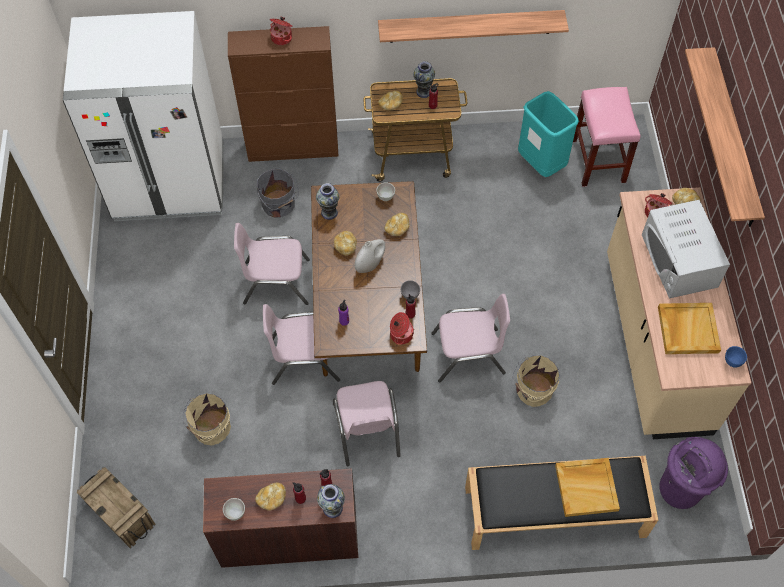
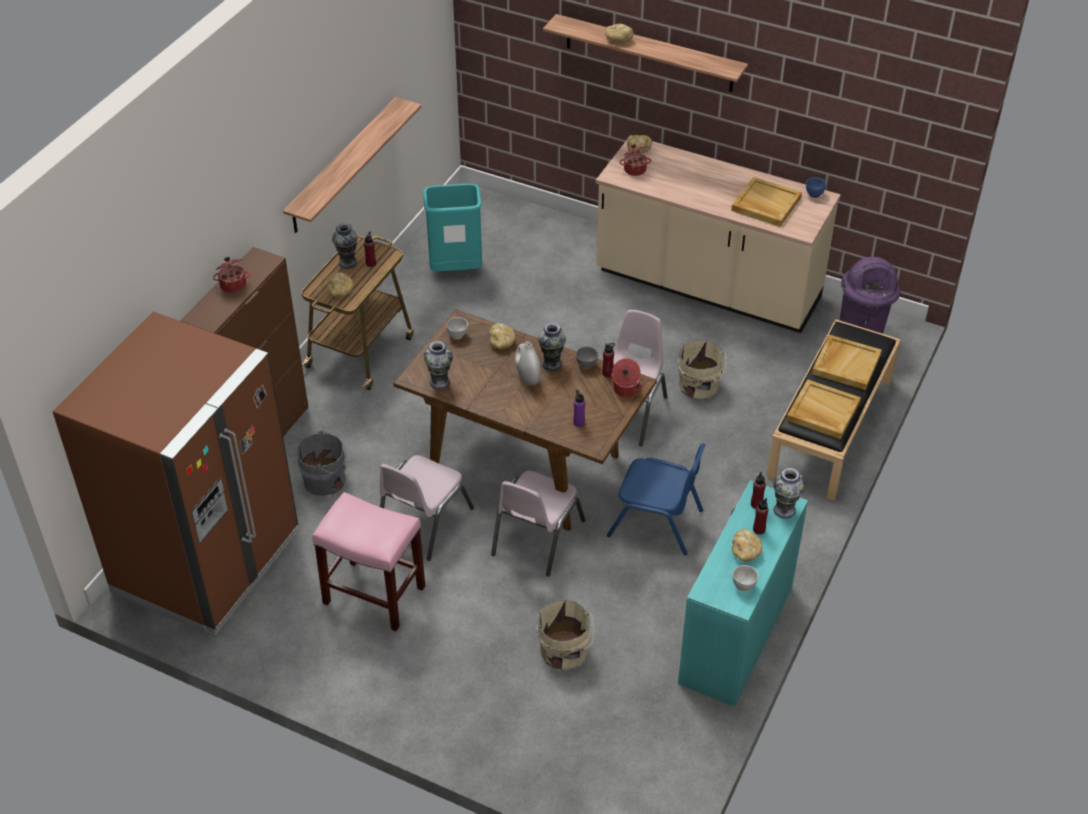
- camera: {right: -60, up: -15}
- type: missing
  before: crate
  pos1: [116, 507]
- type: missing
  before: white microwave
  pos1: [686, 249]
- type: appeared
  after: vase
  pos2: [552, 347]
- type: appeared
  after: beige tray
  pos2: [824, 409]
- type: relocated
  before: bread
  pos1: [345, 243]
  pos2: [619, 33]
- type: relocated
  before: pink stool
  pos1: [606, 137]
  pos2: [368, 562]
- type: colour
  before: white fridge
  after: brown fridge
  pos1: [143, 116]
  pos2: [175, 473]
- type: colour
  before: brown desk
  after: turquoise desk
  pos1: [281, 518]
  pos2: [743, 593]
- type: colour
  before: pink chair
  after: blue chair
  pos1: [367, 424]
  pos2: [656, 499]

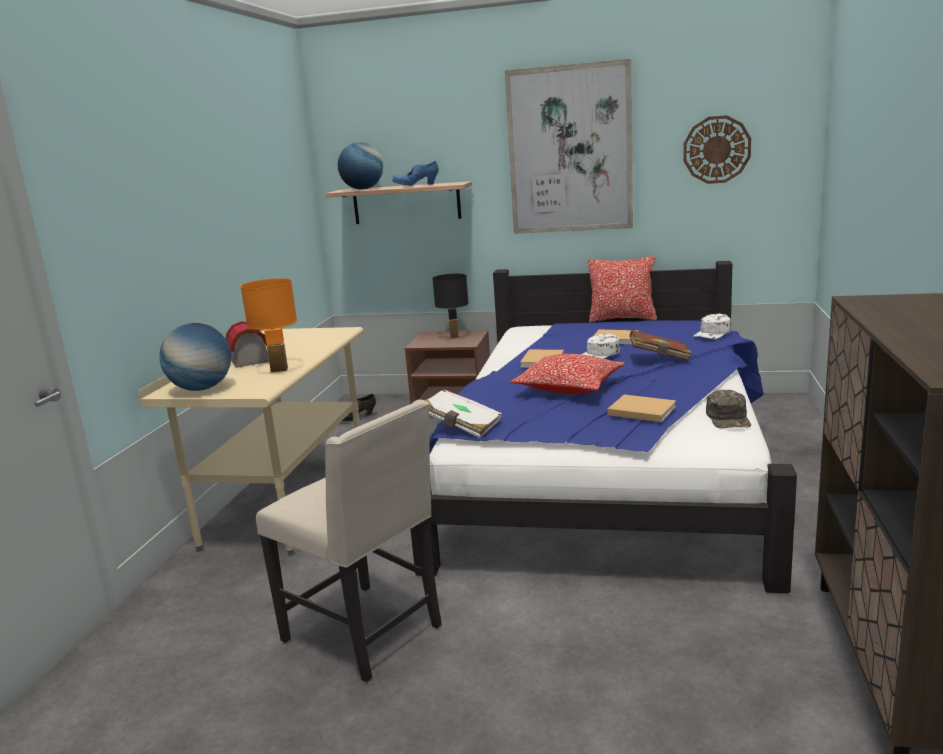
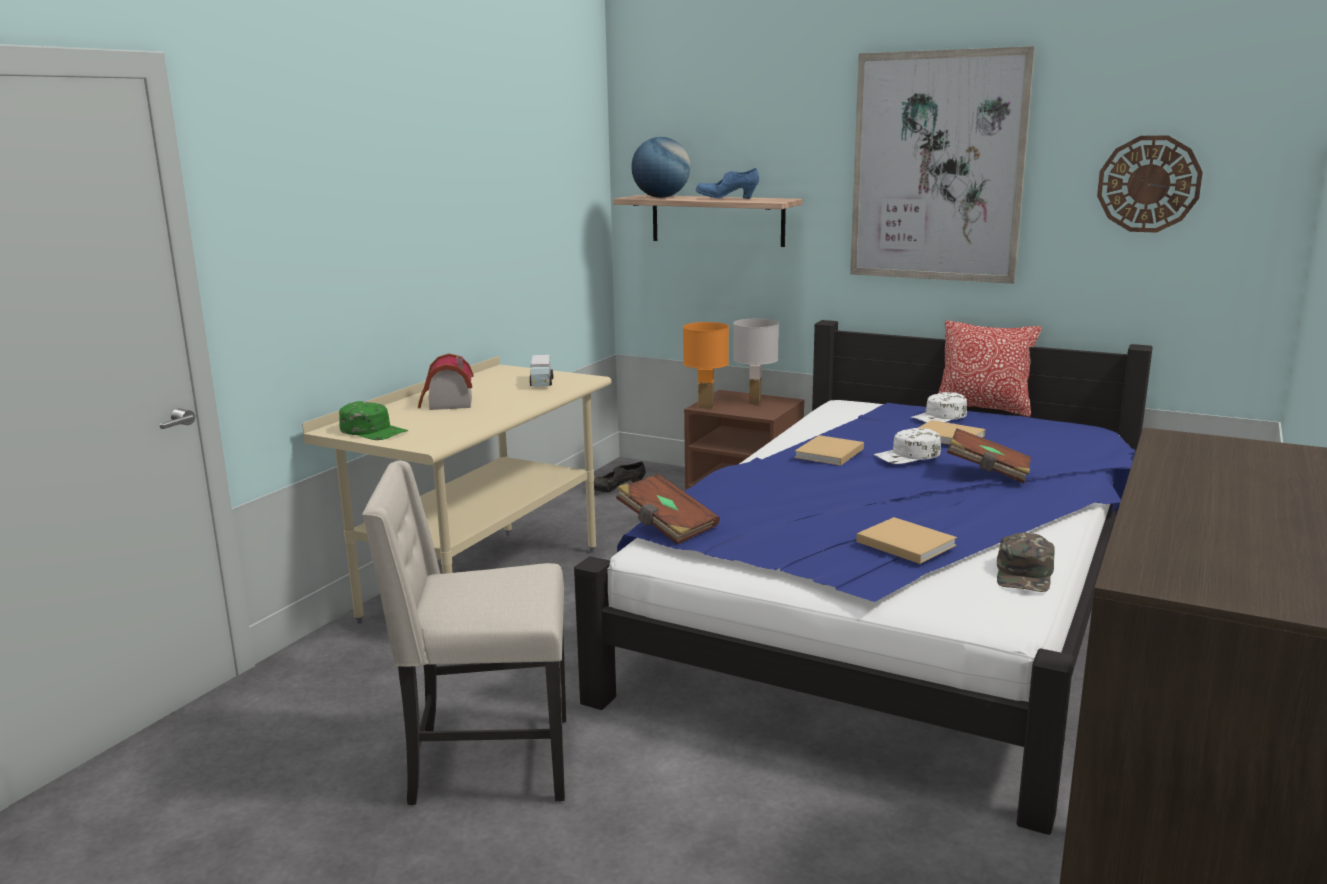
- camera: {right: 15, up: 0}
- type: missing
  before: pillow
  pos1: [567, 374]
- type: appeared
  after: toy truck
  pos2: [541, 371]
- type: relocated
  before: orange table lamp
  pos1: [268, 325]
  pos2: [706, 365]
- type: relocated
  before: white cap
  pos1: [712, 326]
  pos2: [939, 407]
- type: exchanged
  before: globe
  after: green cap
  pos1: [195, 357]
  pos2: [373, 420]
- type: colour
  before: white book
  after: brown book
  pos1: [463, 413]
  pos2: [668, 509]
- type: colour
  before: black table lamp
  after: white table lamp
  pos1: [450, 306]
  pos2: [756, 362]
- type: spun
  before: beige chair
  pos1: [349, 541]
  pos2: [464, 633]
  turn: 120

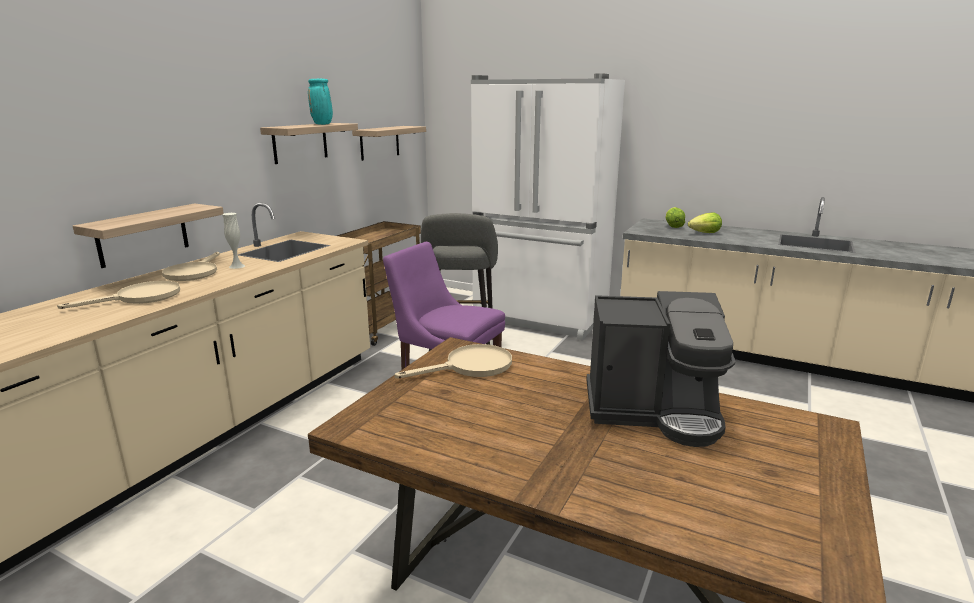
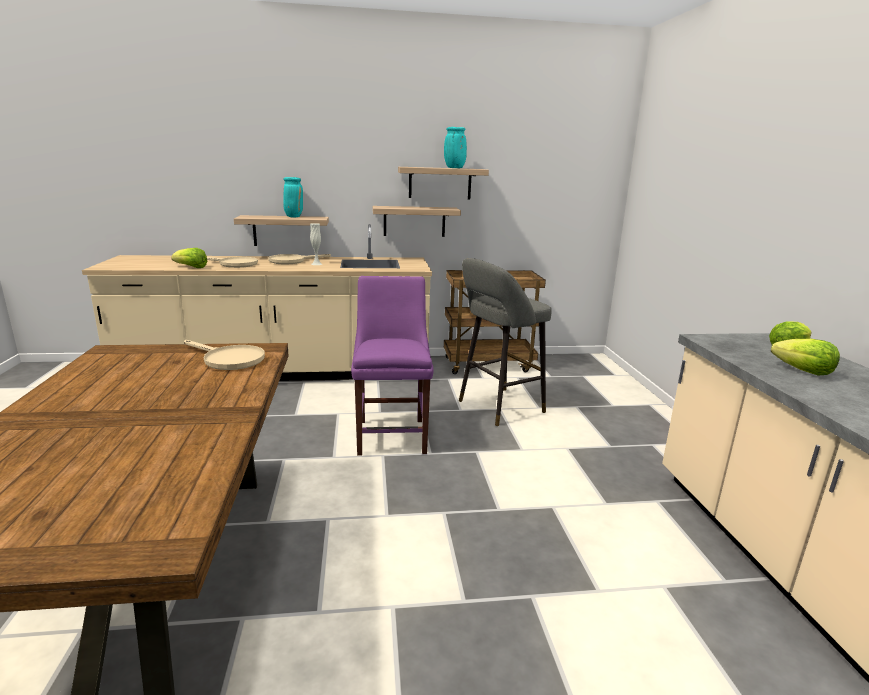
- camera: {right: 55, up: 0}
- type: missing
  before: white fridge
  pos1: [548, 206]
- type: missing
  before: coffee machine
  pos1: [661, 369]
- type: appeared
  after: lettuce
  pos2: [189, 258]
- type: appeared
  after: turquoise vase
  pos2: [293, 197]
- type: relocated
  before: shelf
  pos1: [389, 143]
  pos2: [417, 221]

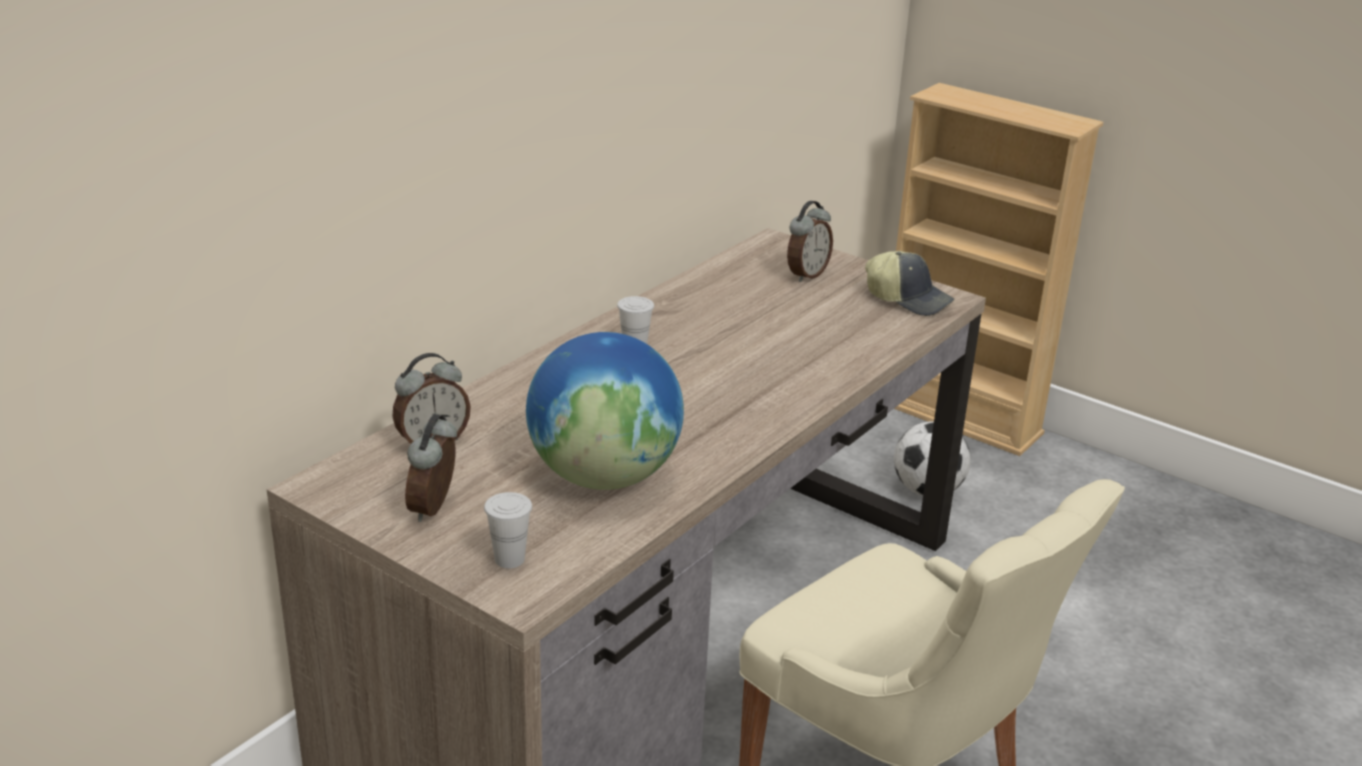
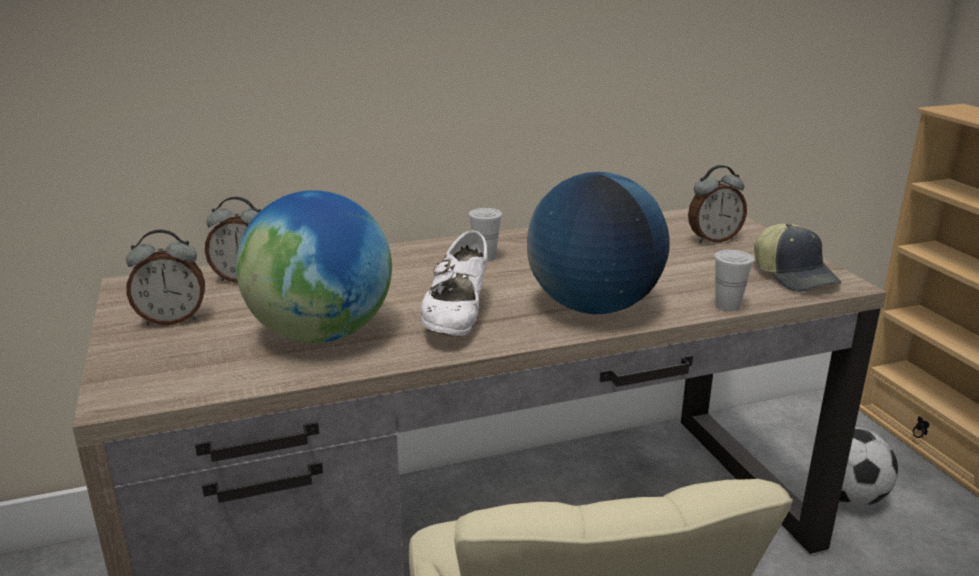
- camera: {right: 35, up: -5}
- type: appeared
  after: white shoe
  pos2: [454, 283]
- type: appeared
  after: globe
  pos2: [598, 243]
- type: relocated
  before: white cup
  pos1: [508, 530]
  pos2: [734, 280]
- type: spun
  before: alarm clock
  pos1: [431, 468]
  pos2: [165, 277]
  turn: -150

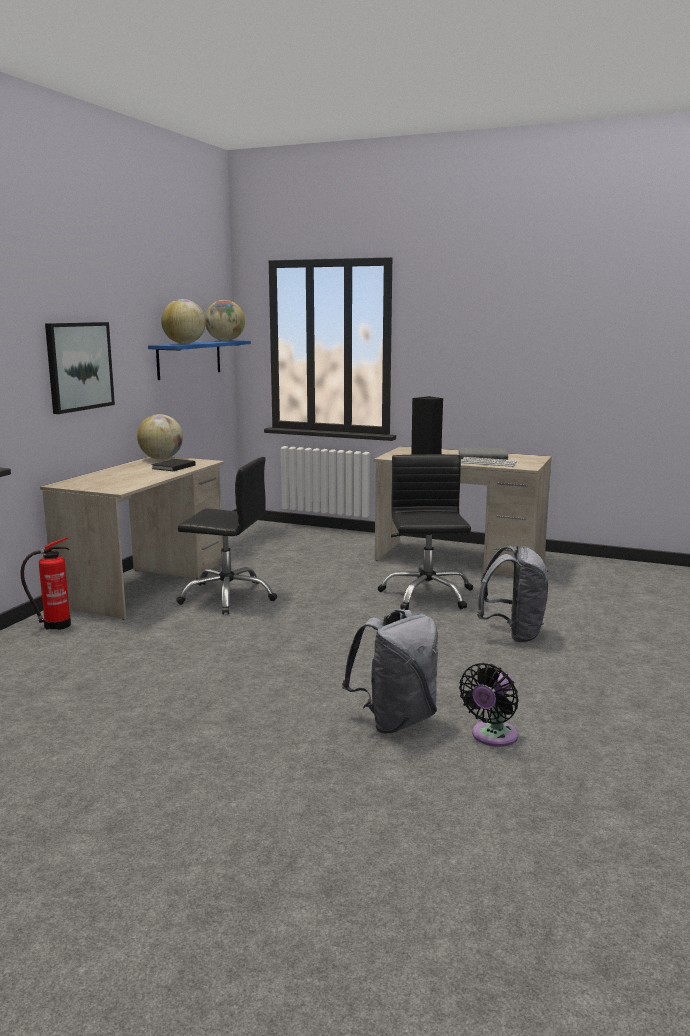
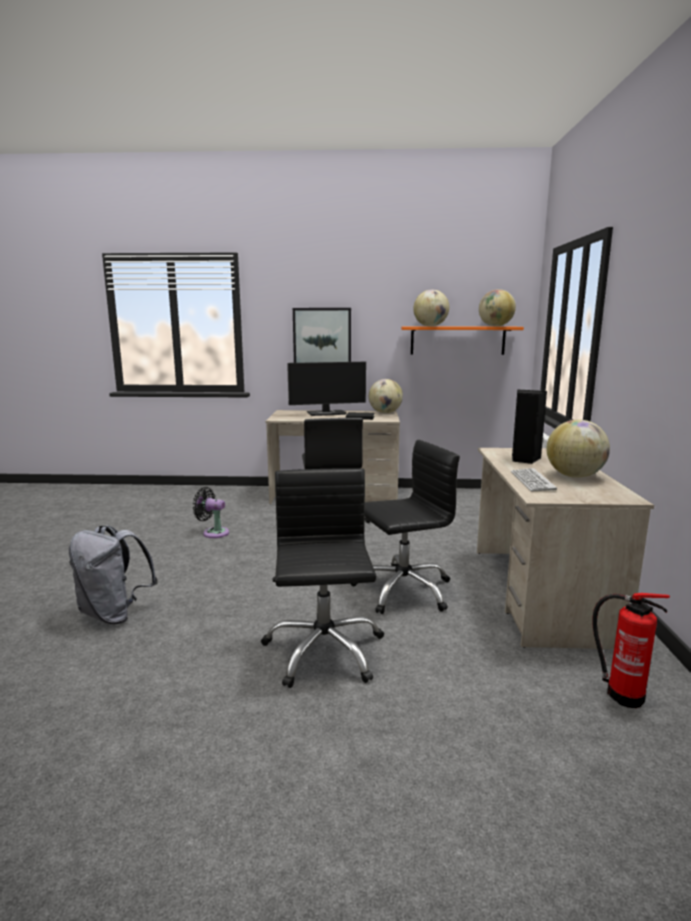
- camera: {right: 70, up: 0}
- type: appeared
  after: monitor
  pos2: [327, 389]
- type: relocated
  before: fire extinguisher
  pos1: [45, 583]
  pos2: [631, 650]
- type: relocated
  before: black fan
  pos1: [489, 705]
  pos2: [211, 512]
- type: exchanged
  before: grey book
  after: globe
  pos1: [483, 453]
  pos2: [578, 448]
- type: exchanged
  before: grey backpack
  after: black office chair
  pos1: [513, 594]
  pos2: [322, 578]
- type: colour
  before: blue shelf
  after: orange shelf
  pos1: [199, 360]
  pos2: [462, 341]

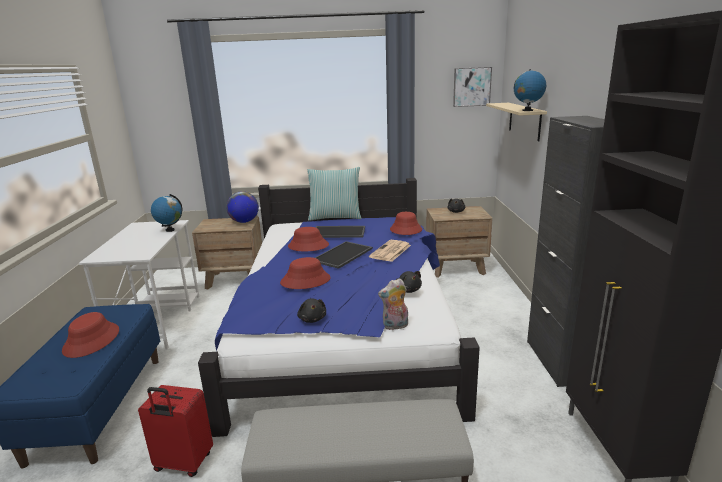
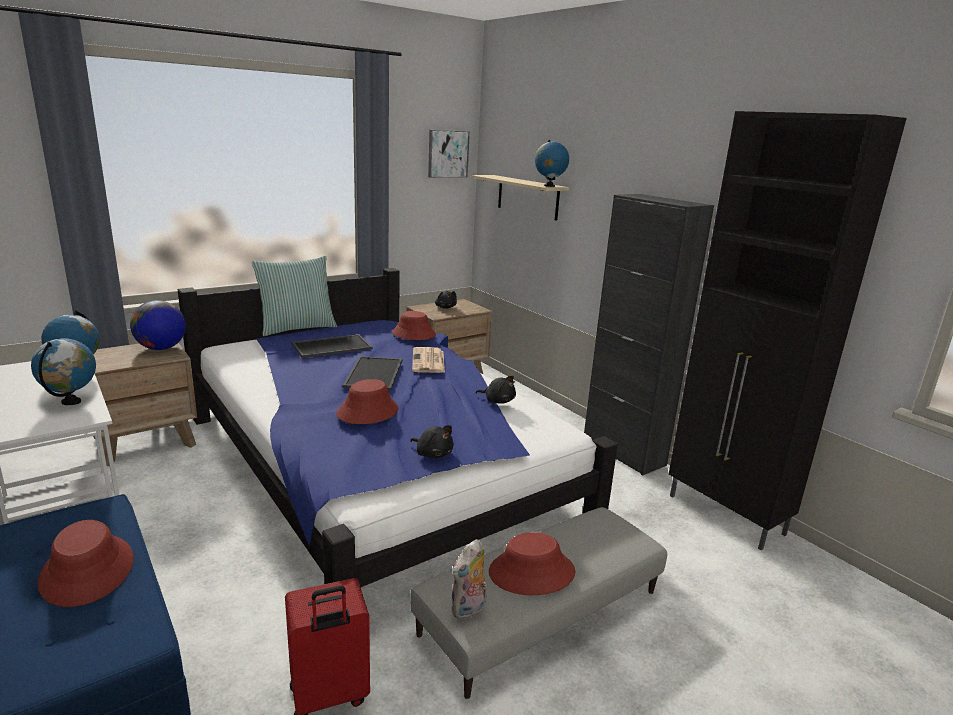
- camera: {right: -35, up: 0}
- type: appeared
  after: globe
  pos2: [63, 371]
- type: relocated
  before: red hat
  pos1: [308, 239]
  pos2: [532, 563]
- type: relocated
  before: plush toy
  pos1: [393, 304]
  pos2: [468, 579]

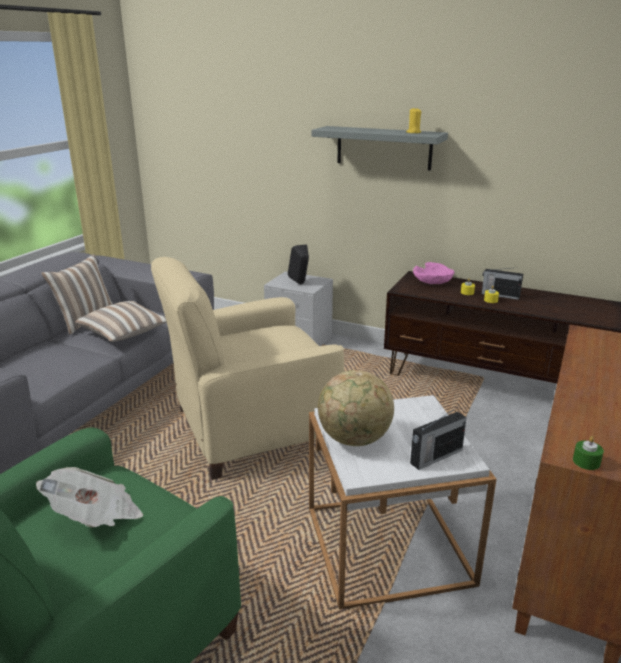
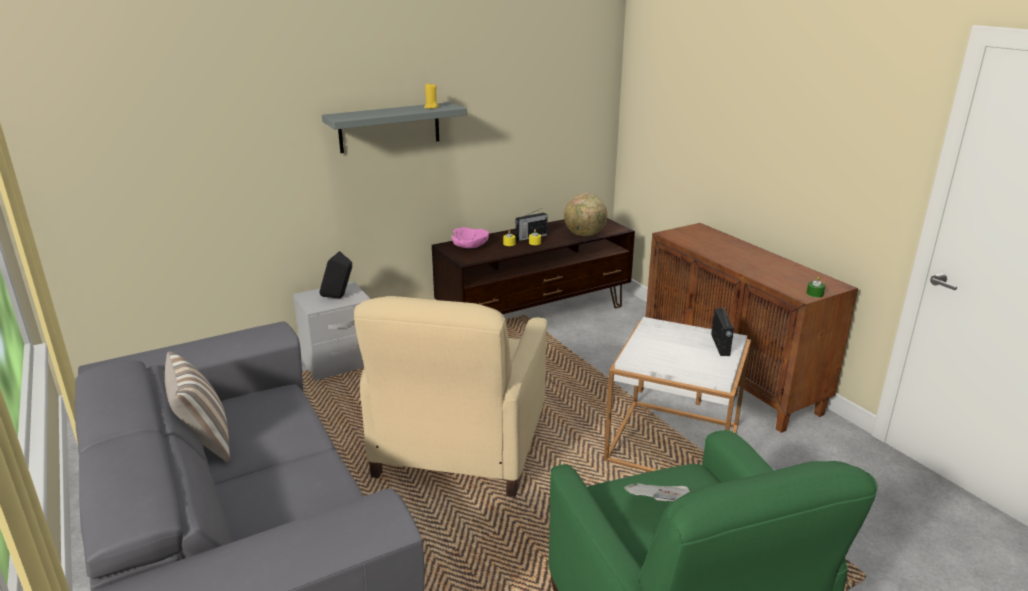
- camera: {right: -55, up: 0}
- type: missing
  before: pillow
  pos1: [121, 321]
- type: relocated
  before: globe
  pos1: [356, 408]
  pos2: [585, 214]

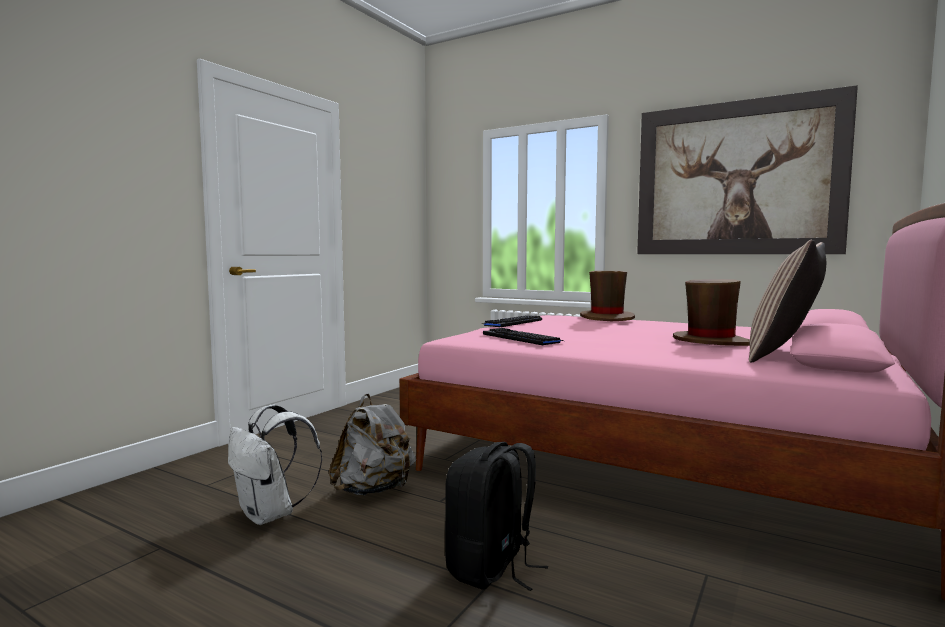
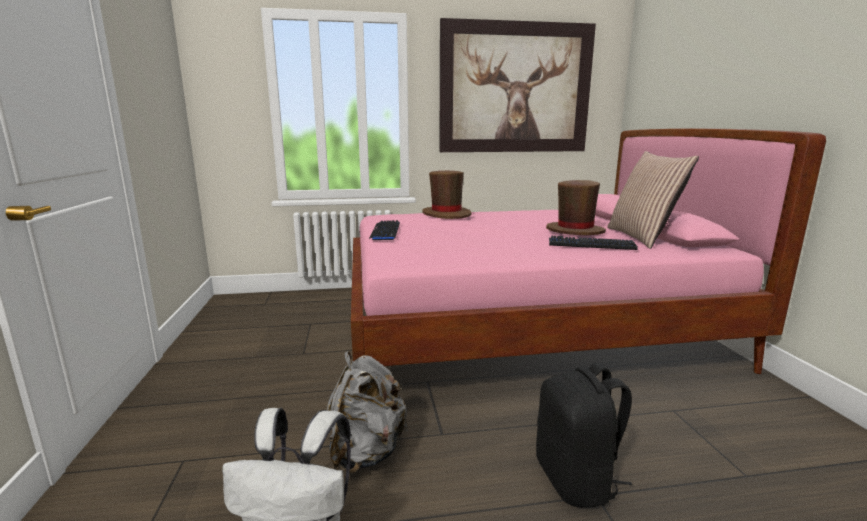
- camera: {right: -40, up: 10}
- type: relocated
  before: keyboard
  pos1: [523, 336]
  pos2: [593, 243]

